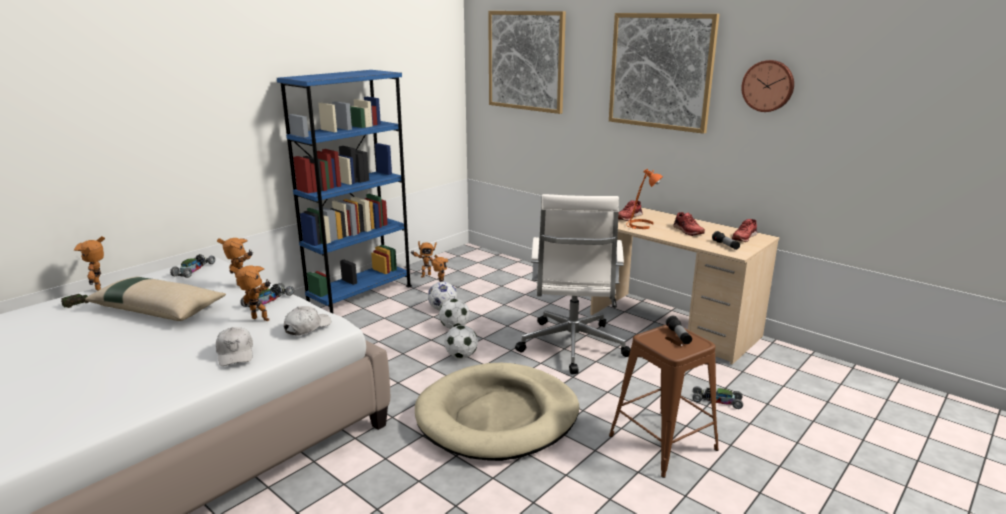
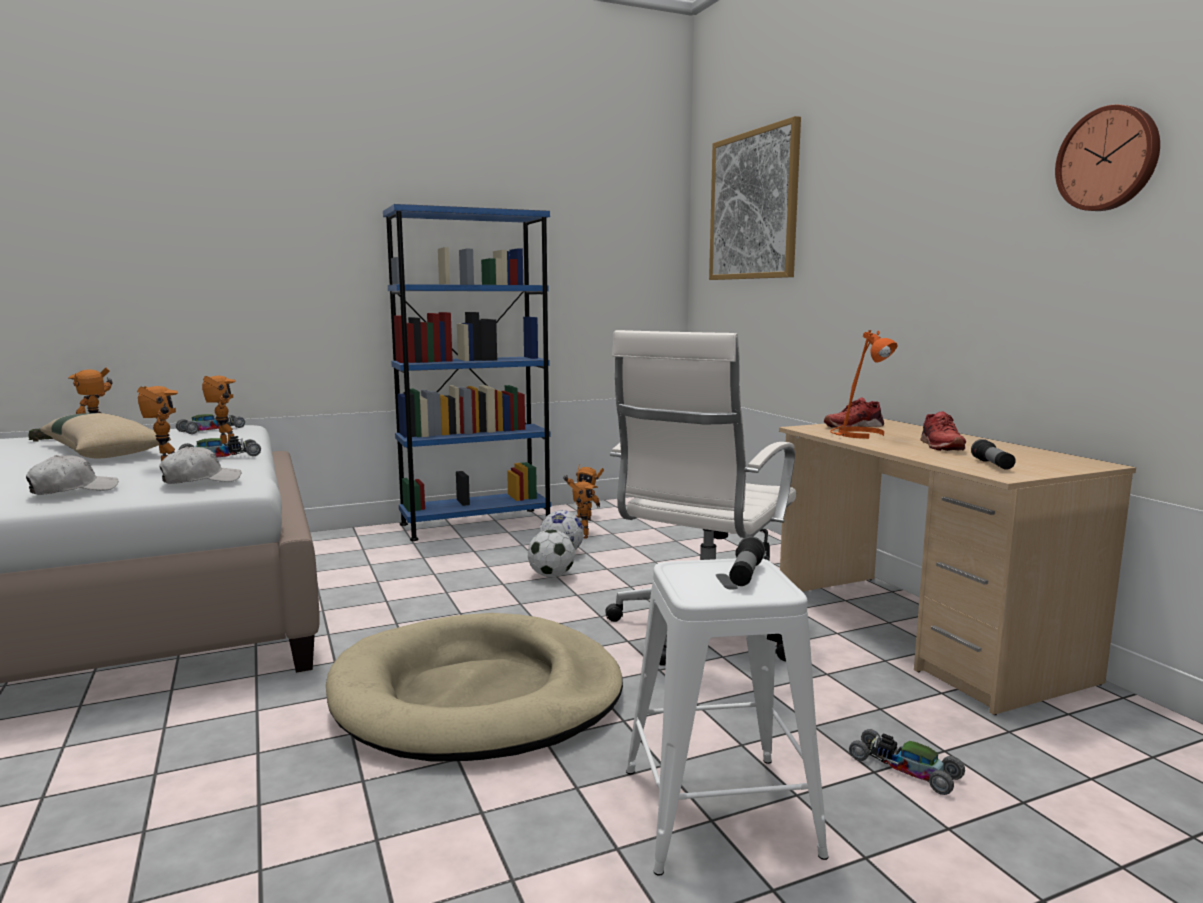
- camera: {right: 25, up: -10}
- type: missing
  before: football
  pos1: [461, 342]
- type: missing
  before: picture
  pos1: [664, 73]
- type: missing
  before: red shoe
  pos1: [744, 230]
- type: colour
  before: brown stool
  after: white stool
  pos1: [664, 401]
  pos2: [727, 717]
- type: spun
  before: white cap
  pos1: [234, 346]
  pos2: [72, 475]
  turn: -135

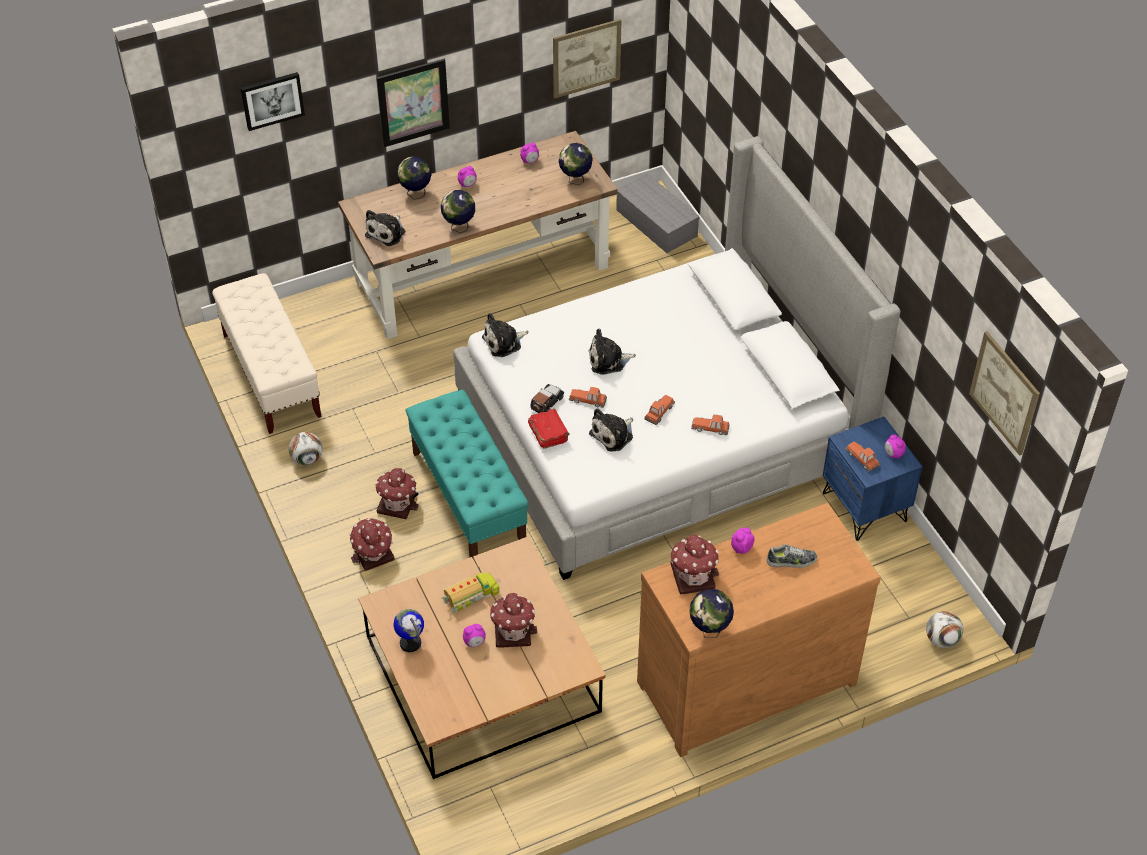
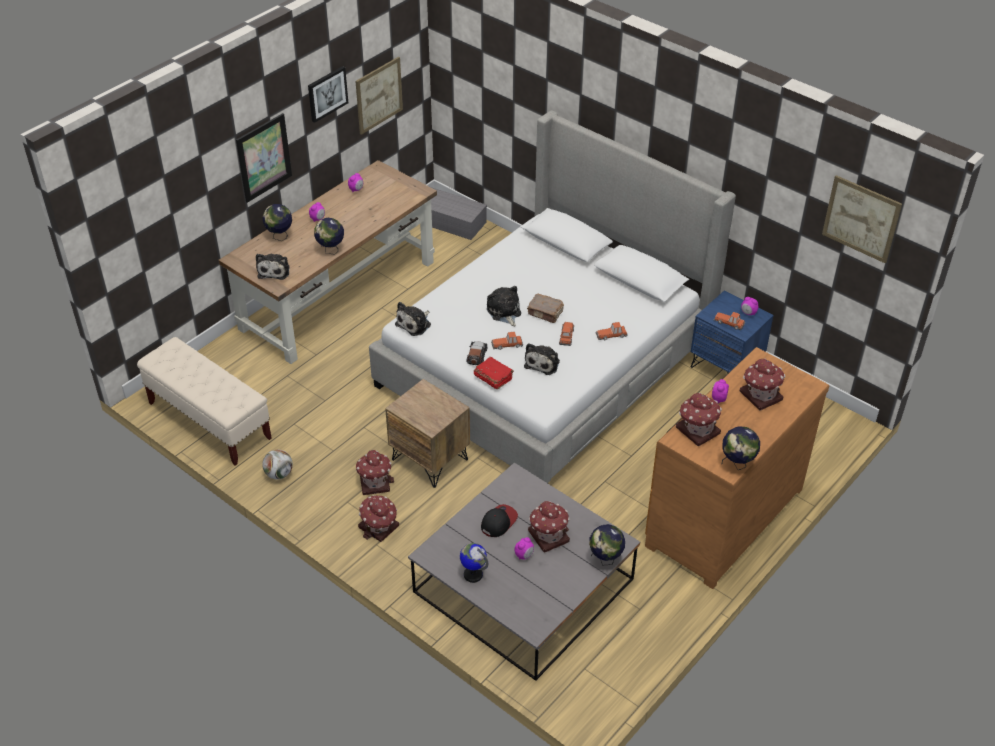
- camera: {right: -25, up: -5}
- type: missing
  before: football
  pos1: [944, 629]
- type: appeared
  after: brown book
  pos2: [545, 308]
- type: relocated
  before: picture
  pos1: [273, 101]
  pos2: [328, 94]
- type: relocated
  before: globe
  pos1: [576, 164]
  pos2: [607, 545]
- type: exchanged
  before: turquoise bench
  after: brown nightstand
  pos1: [467, 474]
  pos2: [427, 433]
- type: exchanged
  before: toy truck
  after: cap
  pos1: [470, 591]
  pos2: [499, 520]
- type: exchanged
  before: shoe
  after: toy house
  pos1: [792, 556]
  pos2: [763, 385]
- type: colour
  before: brown coffee table
  after: grey coffee table
  pos1: [482, 658]
  pos2: [524, 572]
- type: spun
  before: plush toy
  pos1: [612, 351]
  pos2: [504, 306]
  turn: 105

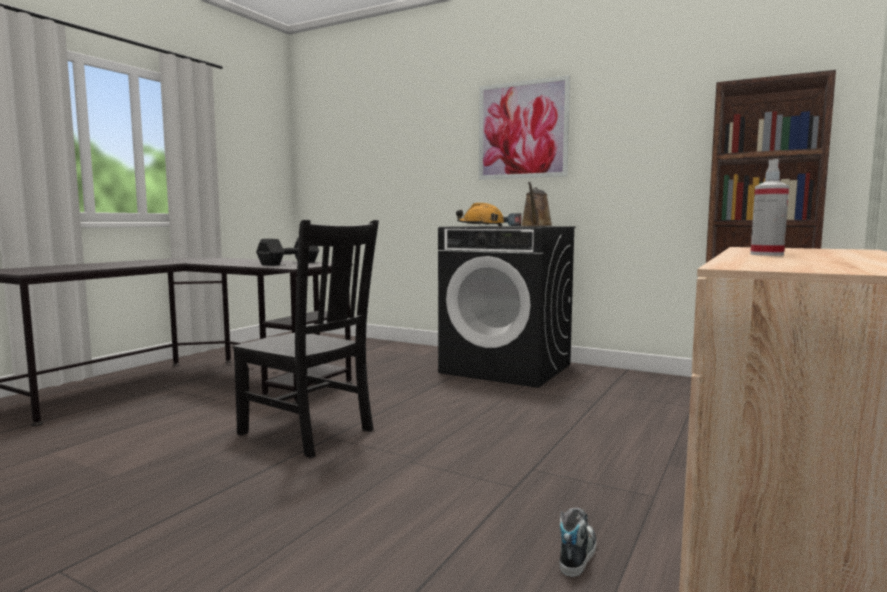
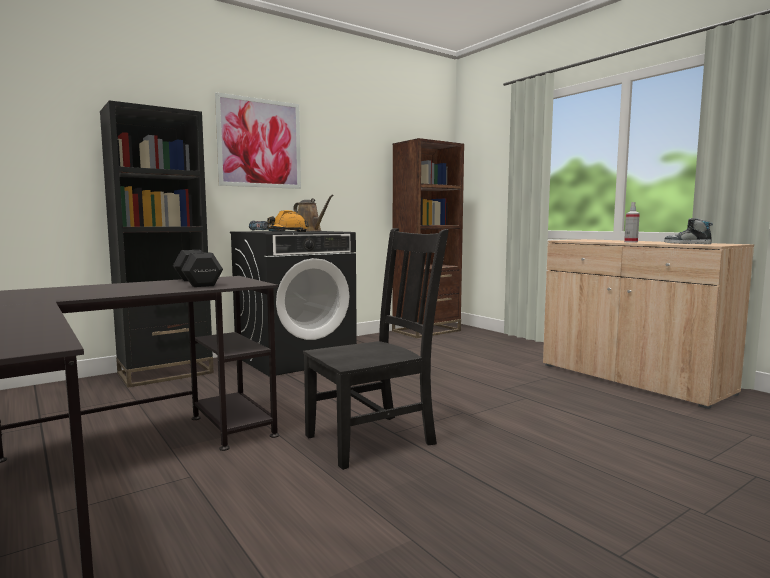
- camera: {right: -65, up: 0}
- type: appeared
  after: black bookcase
  pos2: [157, 244]
- type: relocated
  before: shoe
  pos1: [578, 542]
  pos2: [688, 231]

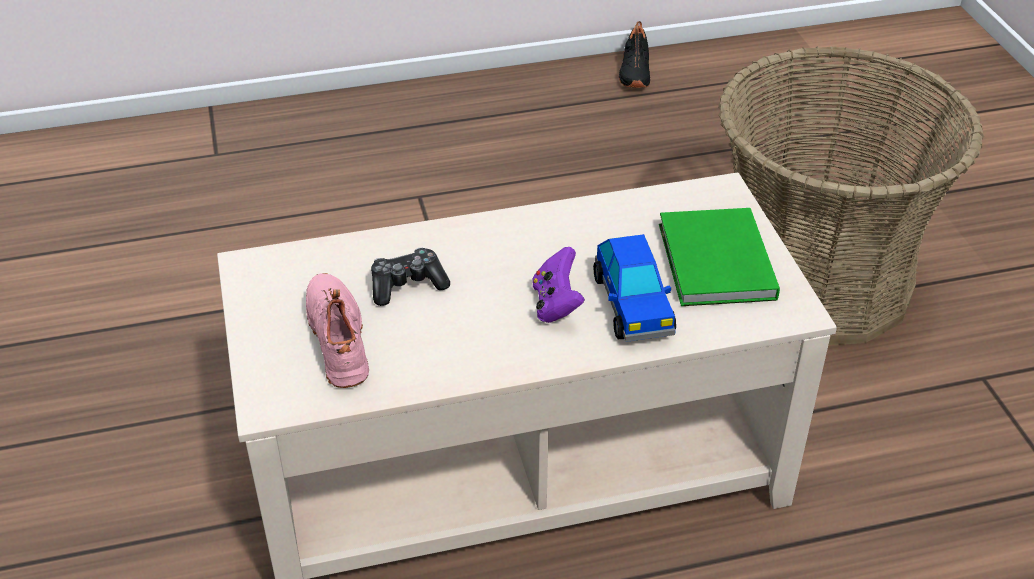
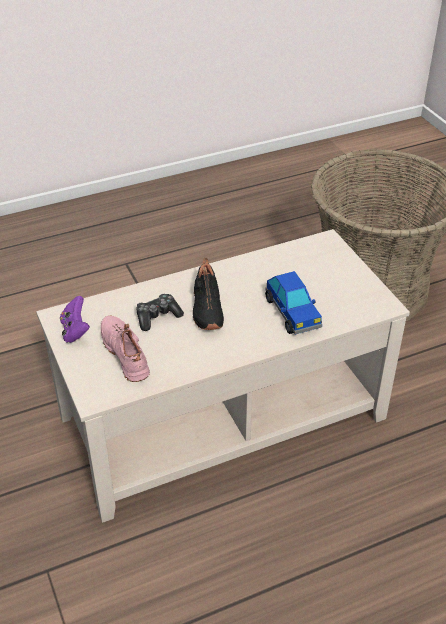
- camera: {right: -10, up: 0}
- type: missing
  before: green book
  pos1: [719, 257]
- type: relocated
  before: purple game controller
  pos1: [559, 285]
  pos2: [75, 319]
- type: relocated
  before: black shoe
  pos1: [634, 54]
  pos2: [208, 294]

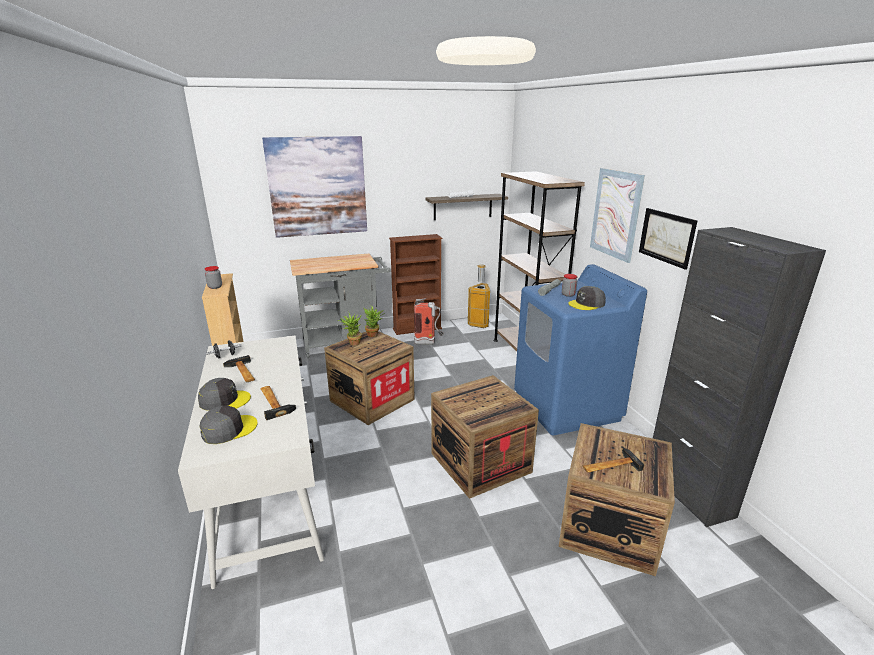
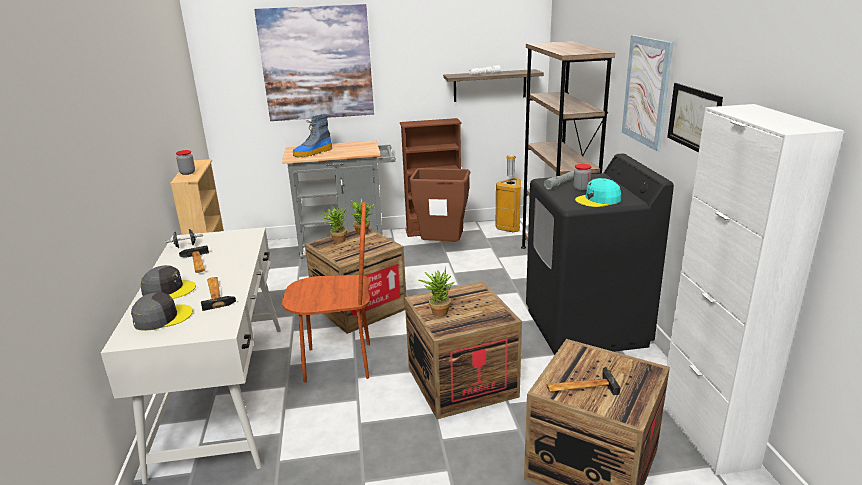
- camera: {right: 10, up: 0}
- type: appeared
  after: brown chair
  pos2: [326, 292]
- type: appeared
  after: boot
  pos2: [312, 136]
- type: appeared
  after: potted plant
  pos2: [436, 291]
- type: exchanged
  before: fire extinguisher
  after: brown trash can
  pos1: [429, 321]
  pos2: [439, 205]
- type: colour
  before: blue washing machine
  after: black washing machine
  pos1: [580, 349]
  pos2: [600, 254]
- type: colour
  before: grey cap
  after: turquoise cap
  pos1: [587, 298]
  pos2: [598, 192]
- type: colour
  before: black cabinet
  after: white cabinet
  pos1: [739, 377]
  pos2: [754, 289]

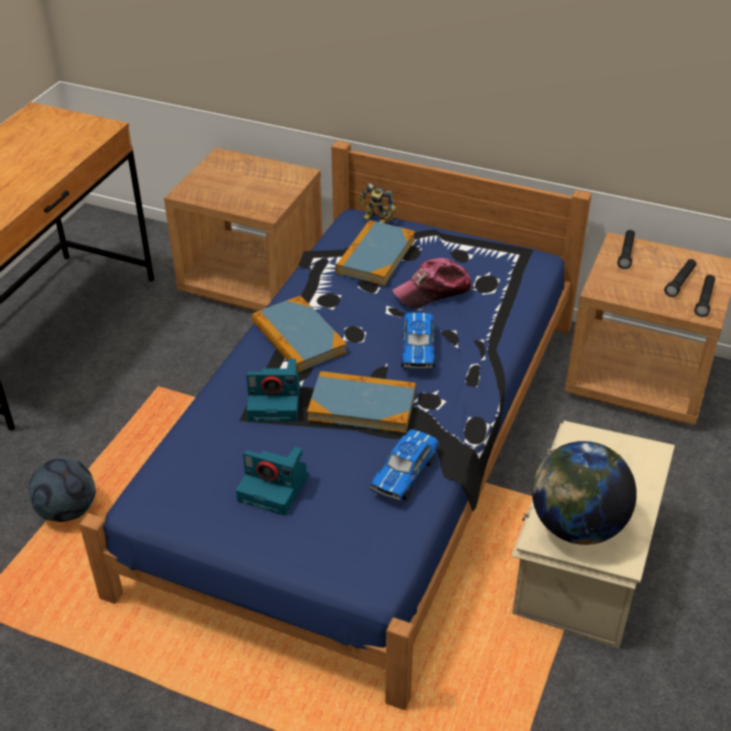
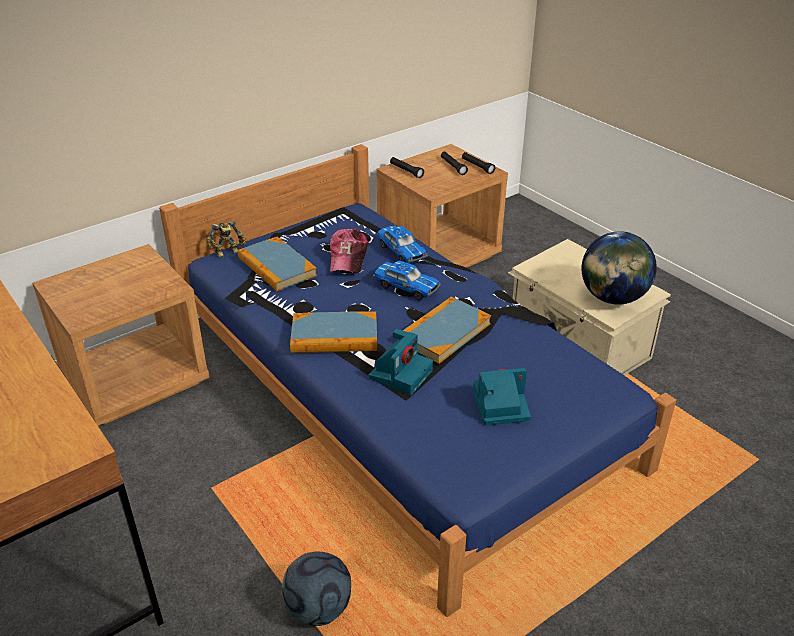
- camera: {right: -60, up: -5}
- type: relocated
  before: toy car
  pos1: [404, 465]
  pos2: [402, 244]
- type: spun
  before: photo camera
  pos1: [272, 481]
  pos2: [502, 397]
  turn: -150

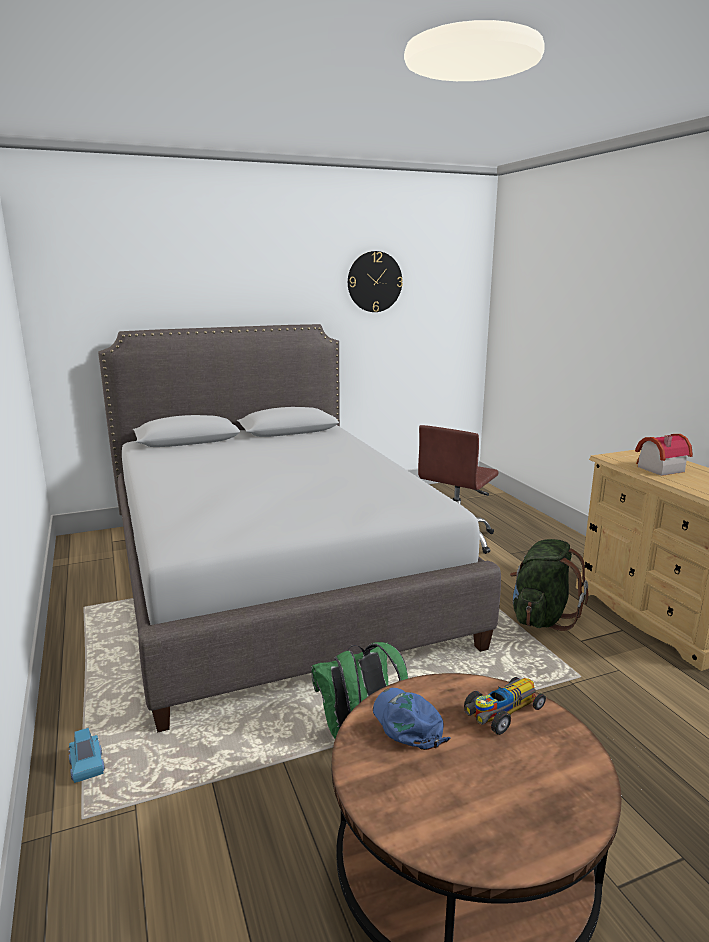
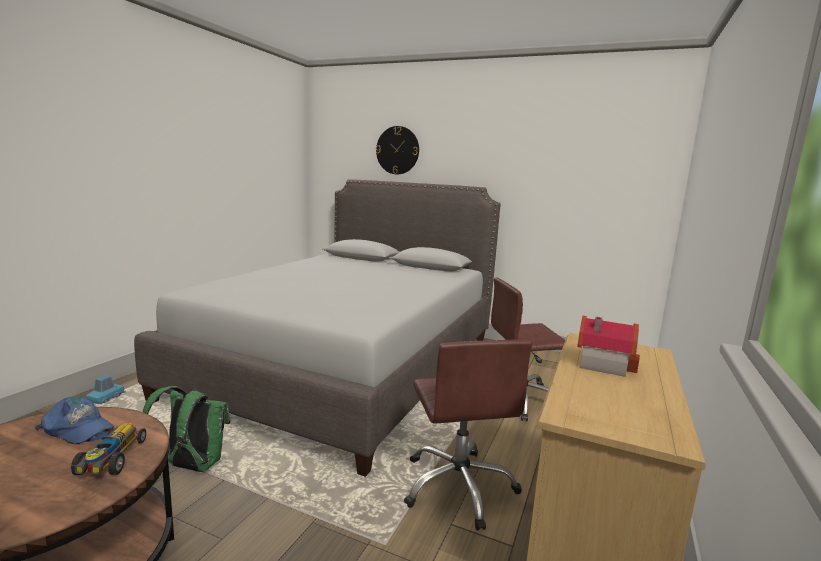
- camera: {right: 45, up: -5}
- type: relocated
  before: wall clock
  pos1: [375, 281]
  pos2: [397, 150]
- type: exchanged
  before: green backpack
  after: brown office chair
  pos1: [549, 585]
  pos2: [468, 435]
- type: spun
  before: blue cap
  pos1: [412, 719]
  pos2: [74, 420]
  turn: 90
- type: spun
  before: toy car
  pos1: [505, 706]
  pos2: [108, 449]
  turn: -105

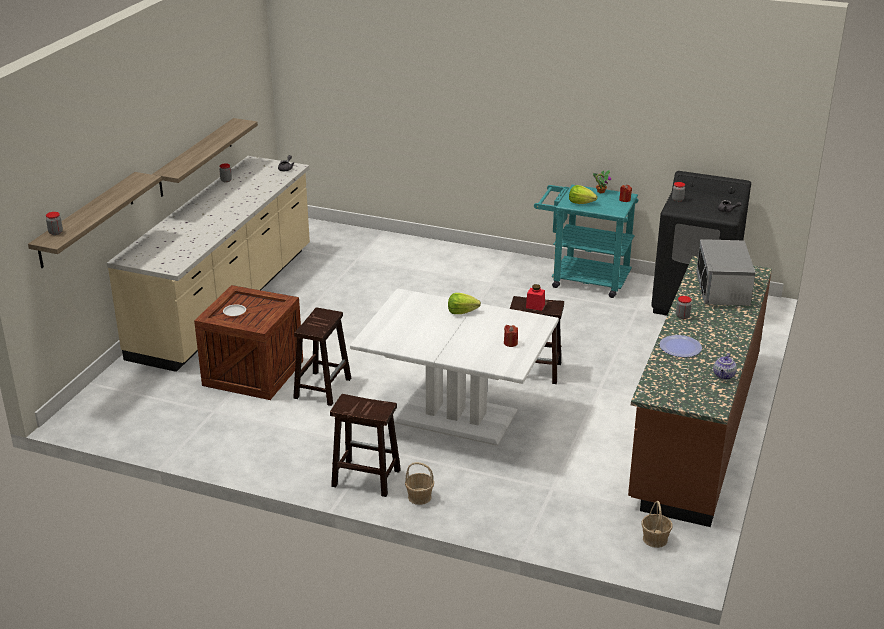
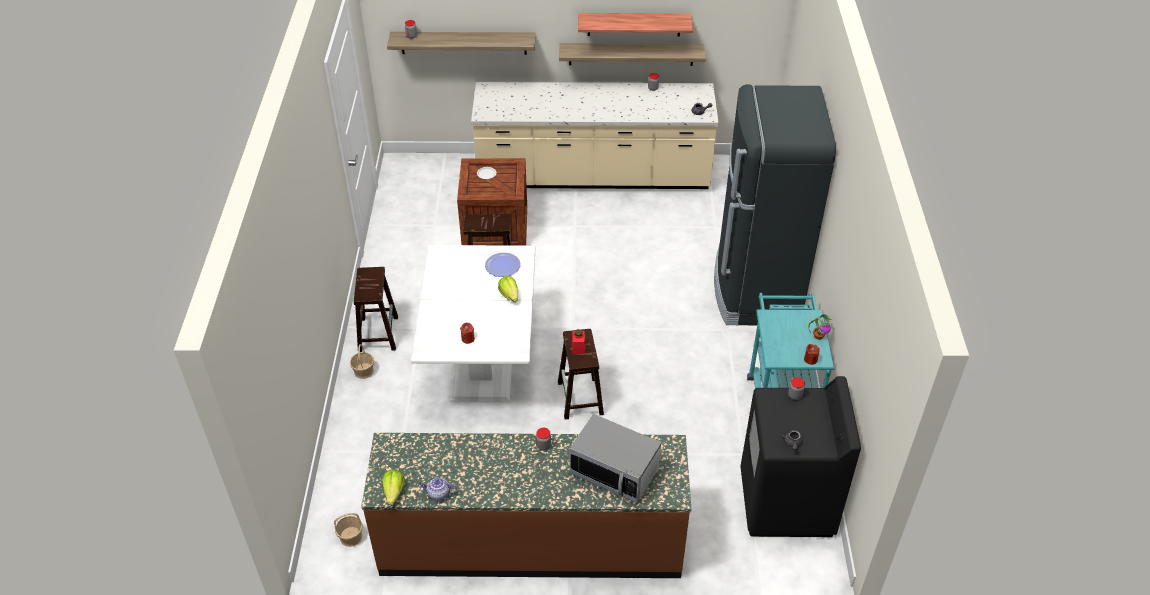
- camera: {right: 70, up: 15}
- type: appeared
  after: shelf
  pos2: [635, 24]
- type: appeared
  after: black fridge
  pos2: [775, 204]
- type: relocated
  before: lettuce
  pos1: [583, 194]
  pos2: [394, 487]
- type: relocated
  before: plate
  pos1: [681, 346]
  pos2: [502, 265]
- type: spun
  before: microwave
  pos1: [726, 272]
  pos2: [615, 458]
  turn: -135

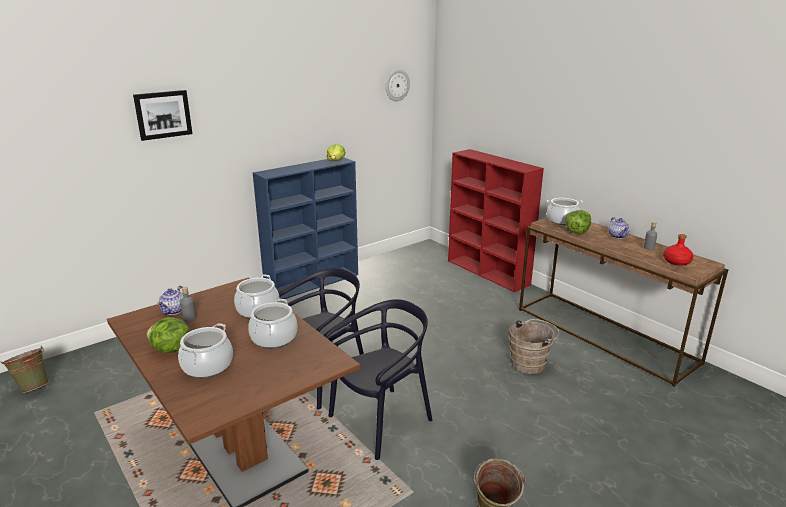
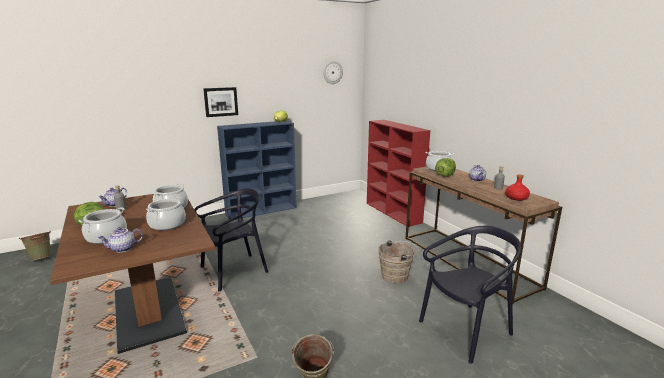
- camera: {right: 10, up: -5}
- type: appeared
  after: teapot
  pos2: [120, 240]
- type: relocated
  before: picture
  pos1: [162, 115]
  pos2: [220, 102]
- type: relocated
  before: black chair
  pos1: [378, 379]
  pos2: [470, 295]

